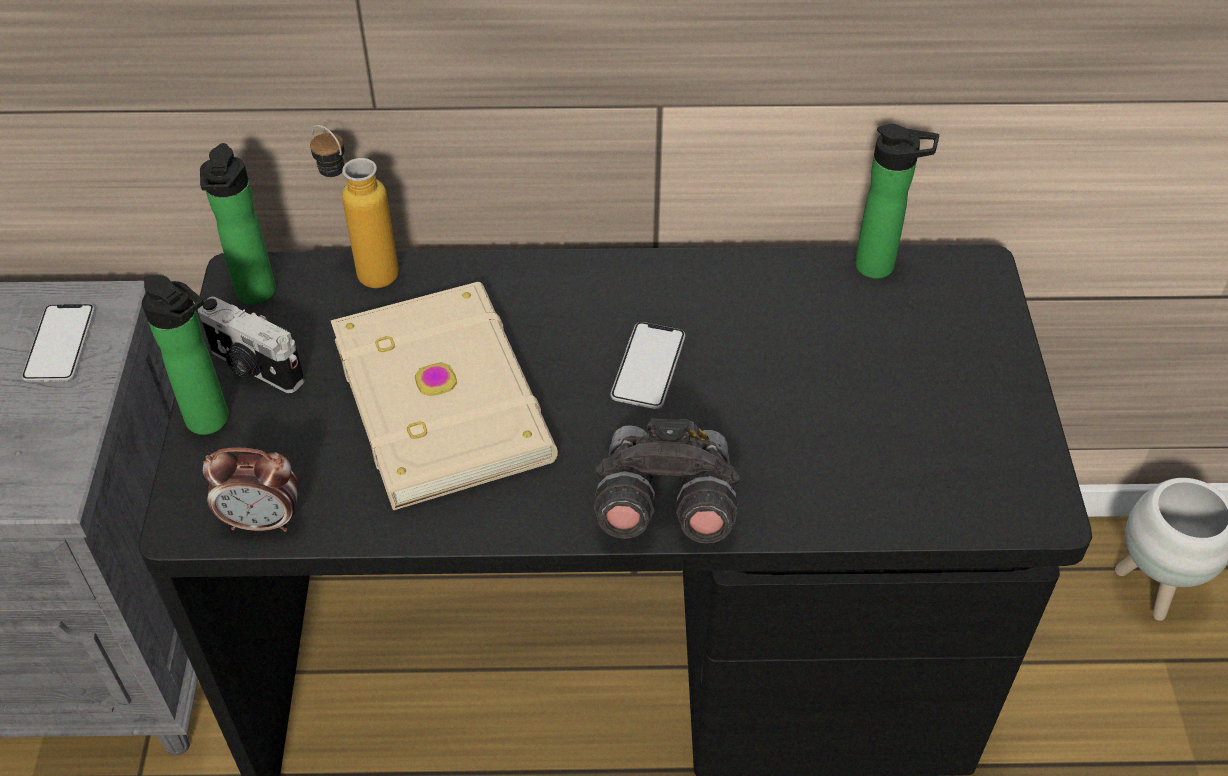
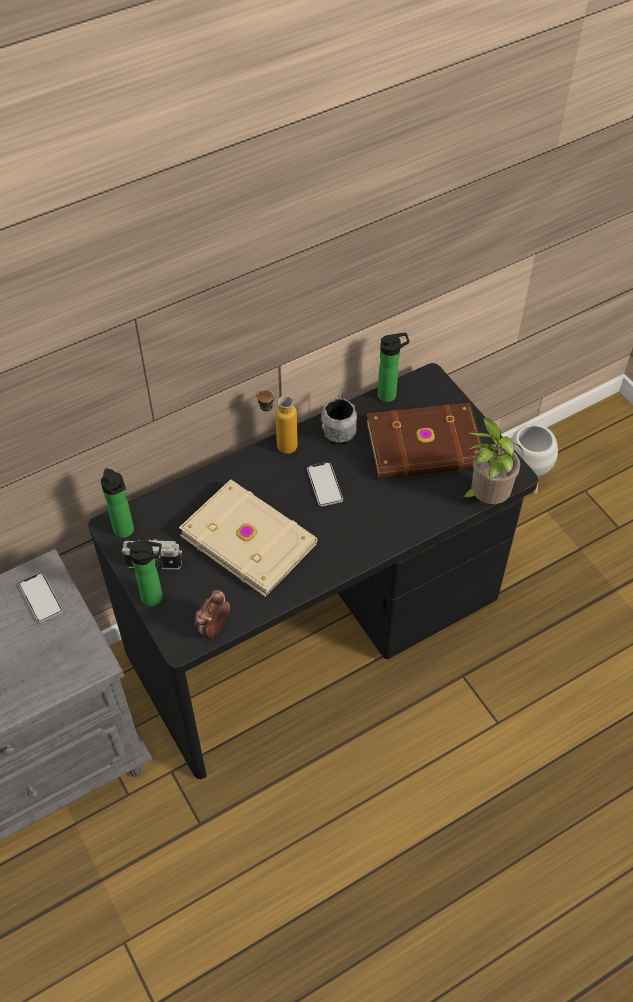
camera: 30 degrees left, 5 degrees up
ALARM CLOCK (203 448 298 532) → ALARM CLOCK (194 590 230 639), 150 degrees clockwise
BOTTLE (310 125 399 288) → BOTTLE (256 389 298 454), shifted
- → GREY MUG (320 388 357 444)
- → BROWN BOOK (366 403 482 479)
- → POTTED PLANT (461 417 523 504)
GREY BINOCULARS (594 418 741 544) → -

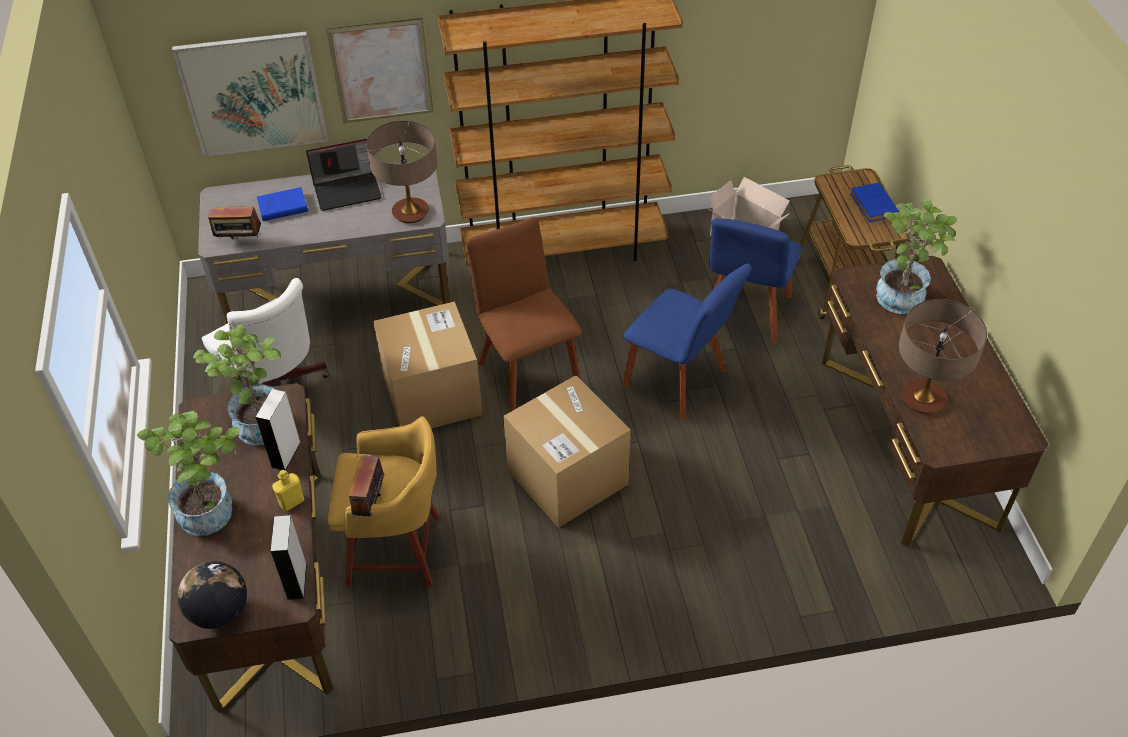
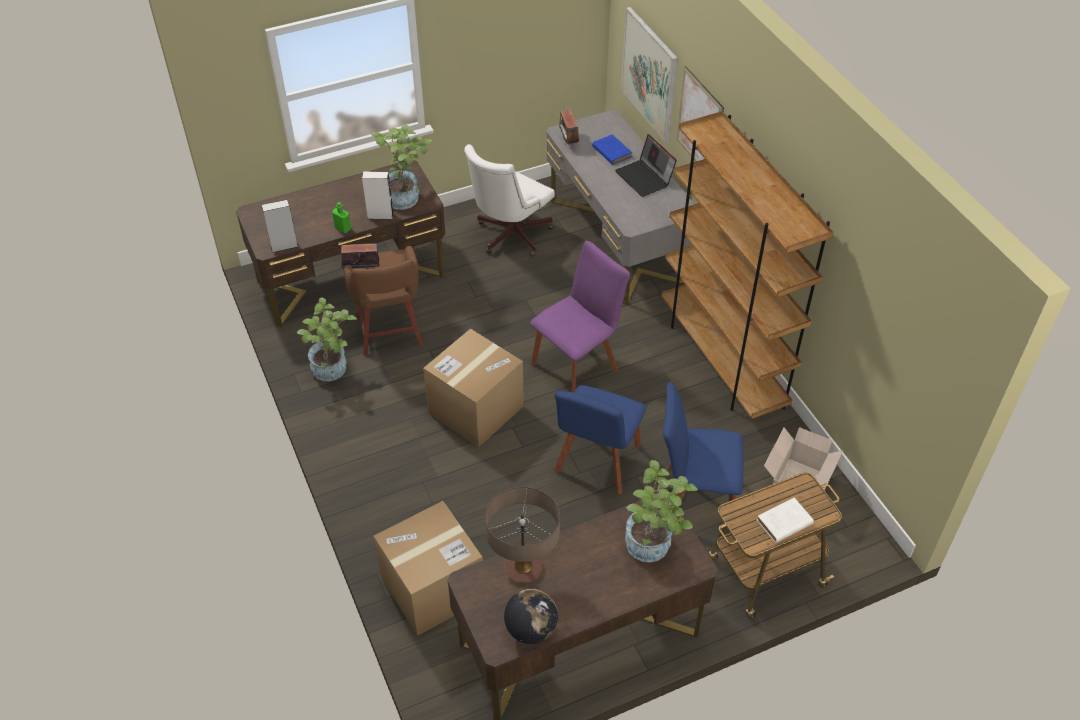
camera: 75 degrees right, 0 degrees up
POTTED PLANT (137 411 240 536) → POTTED PLANT (297 298 357 381), shifted
YELLOW BOTTLE (272 470 304 511) → GREEN BOTTLE (332 202 351 233)
YELLOW STOOL (328 416 440 587) → BROWN STOOL (343 245 423 356)
CARDBOARD BOX (373 301 483 428) → CARDBOARD BOX (374 501 483 636), shifted
GLOBE (178 561 247 629) → GLOBE (504 589 558 644), shifted
BROWN CHAIR (466 217 582 411) → PURPLE CHAIR (530 241 630 392)
BLUE BOOK (850 183 900 222) → WHITE BOOK (757 498 814 543)
TABLE LAMP (366 120 437 223) → -

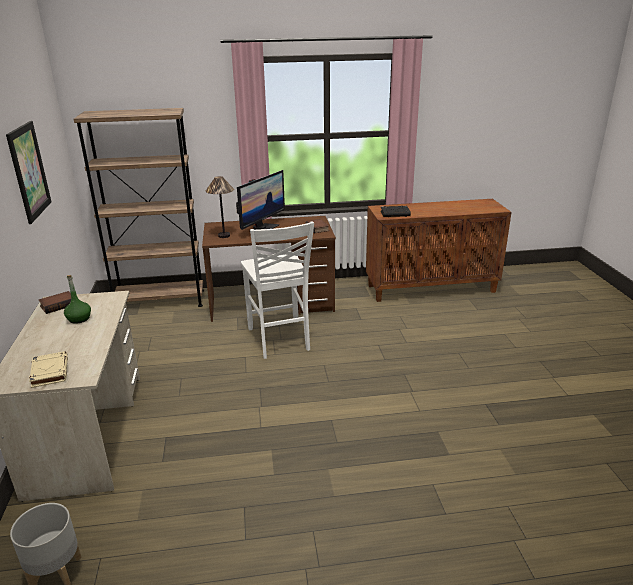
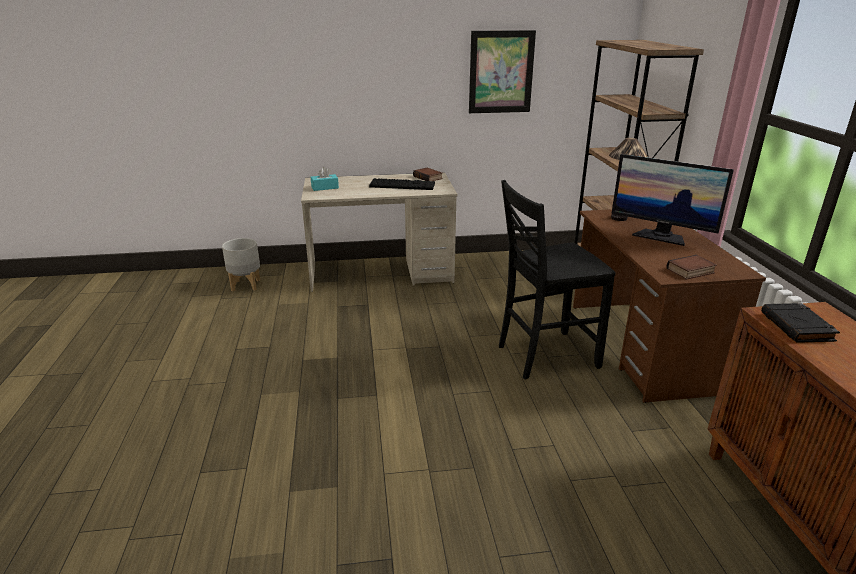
camera: 90 degrees right, 0 degrees up
BEIGE BOOK (29 351 68 388) → TURQUOISE TISSUE BOX (311 167 339 191)
GREEN BOTTLE (64 275 91 324) → KEYBOARD (369 178 435 190)
WHITE CHAIR (241 221 314 359) → BLACK CHAIR (499 180 616 380)

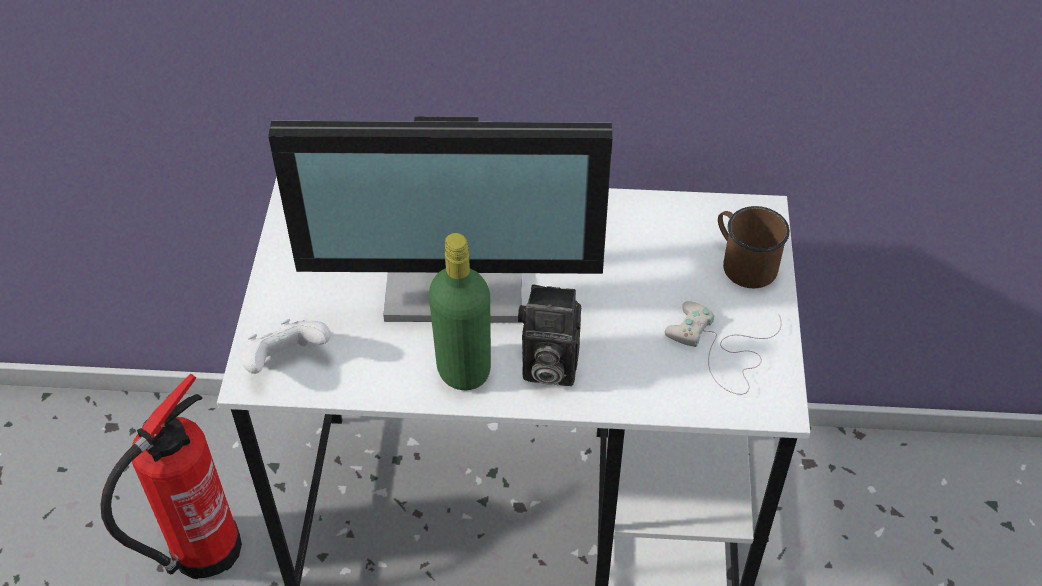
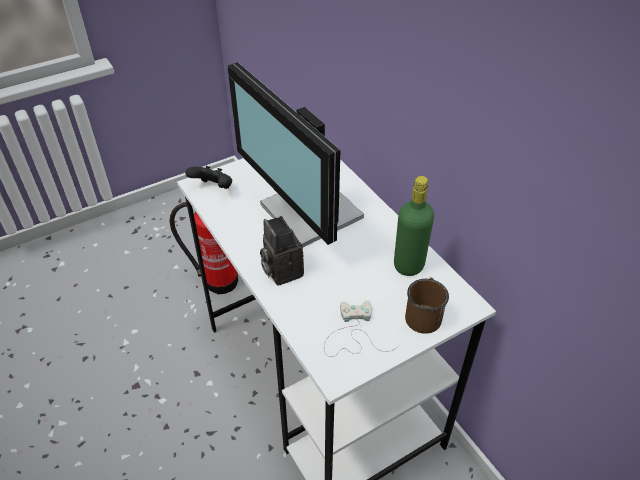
camera: 55 degrees right, 5 degrees down
WHITE GAME CONTROLLER (241 319 331 374) → BLACK GAME CONTROLLER (185 166 232 189)
GREEN BOTTLE (429 233 491 390) → GREEN BOTTLE (394 176 434 276), shifted

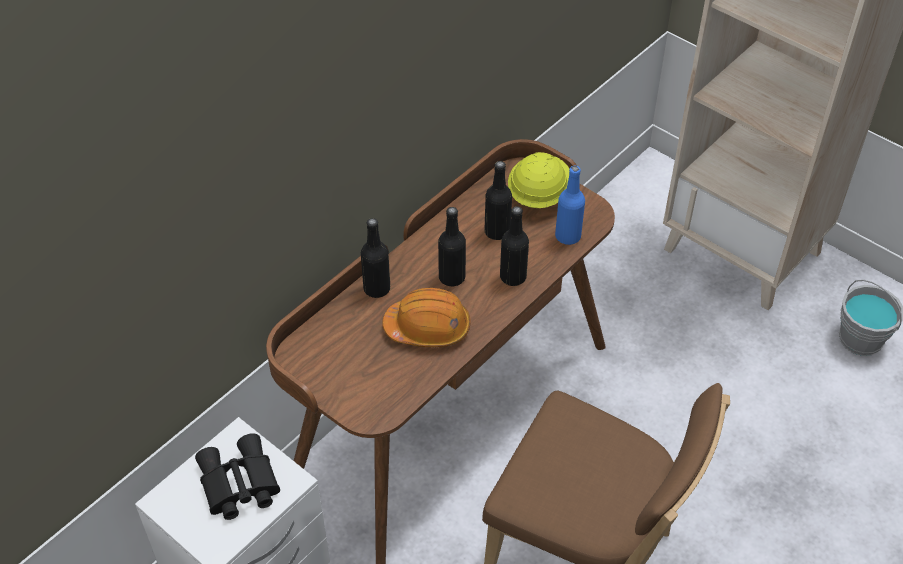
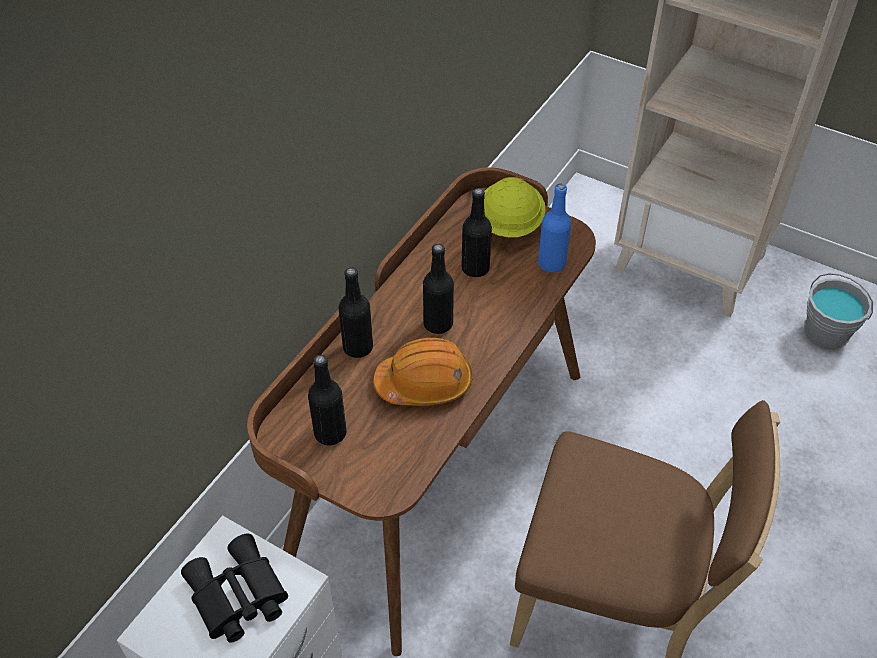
camera: 10 degrees left, 0 degrees up
BLACK BOTTLE (500 206 529 286) → BLACK BOTTLE (308 355 347 445), shifted

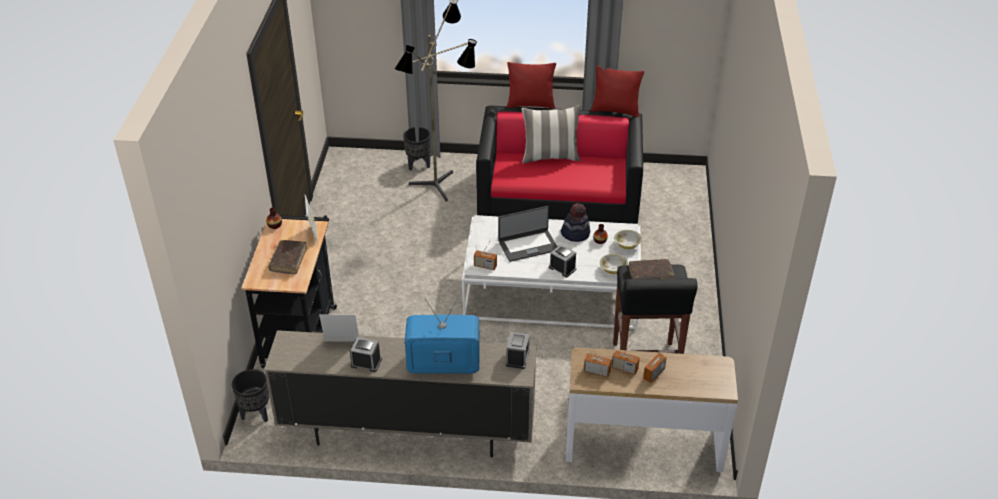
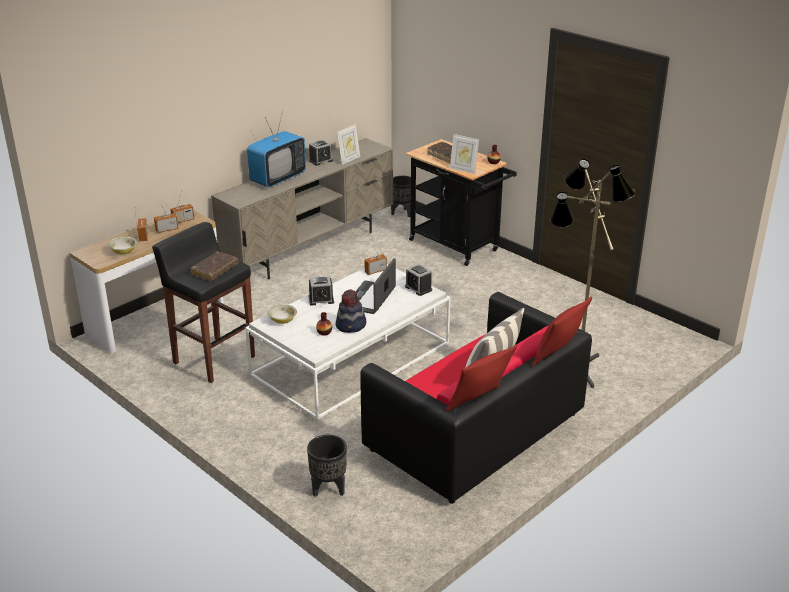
camera: 130 degrees right, 10 degrees down
BOWL (614 230 642 249) → BOWL (108 237 137 254), shifted
BLACK PLANTER (403 127 431 171) → BLACK PLANTER (307 435 347 497), shifted
ALARM CLOCK (506 332 530 369) → ALARM CLOCK (405 264 432 296), shifted

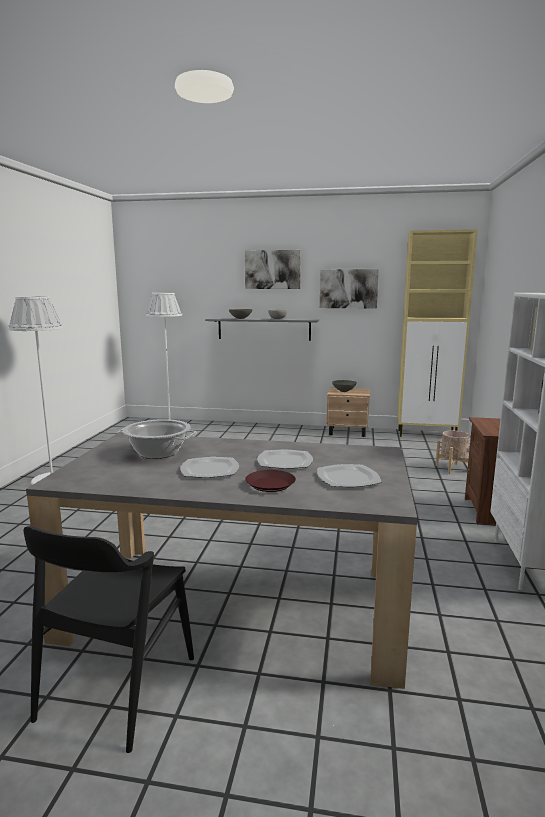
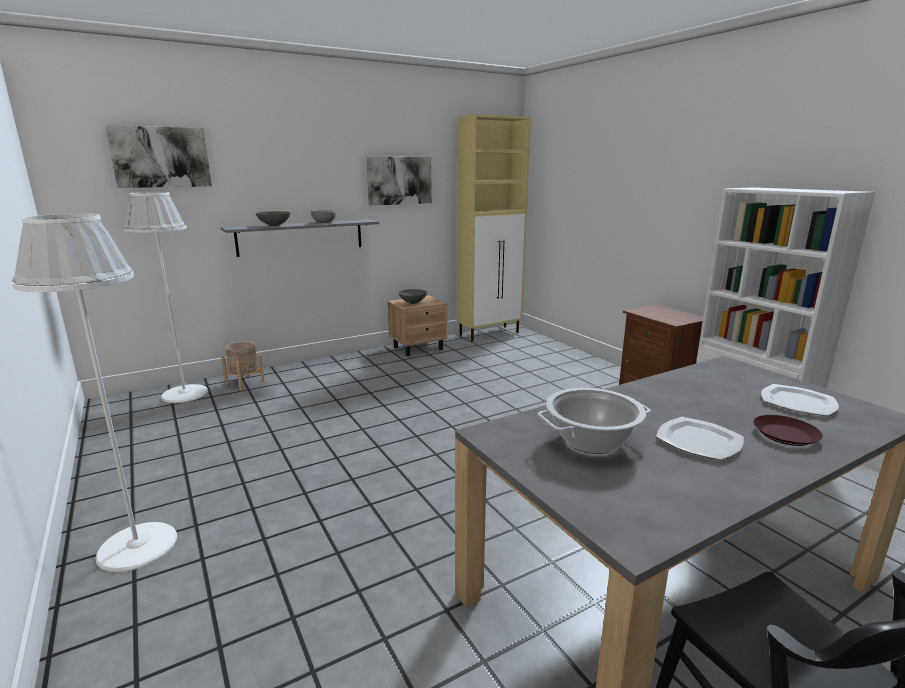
camera: 40 degrees left, 5 degrees up
PICTURE (245 250 301 289) → PICTURE (105 125 212 188), shifted
BEIGE PLANTER (435 431 470 474) → BEIGE PLANTER (221 341 265 391), shifted
PLATE (257 450 313 469) → -

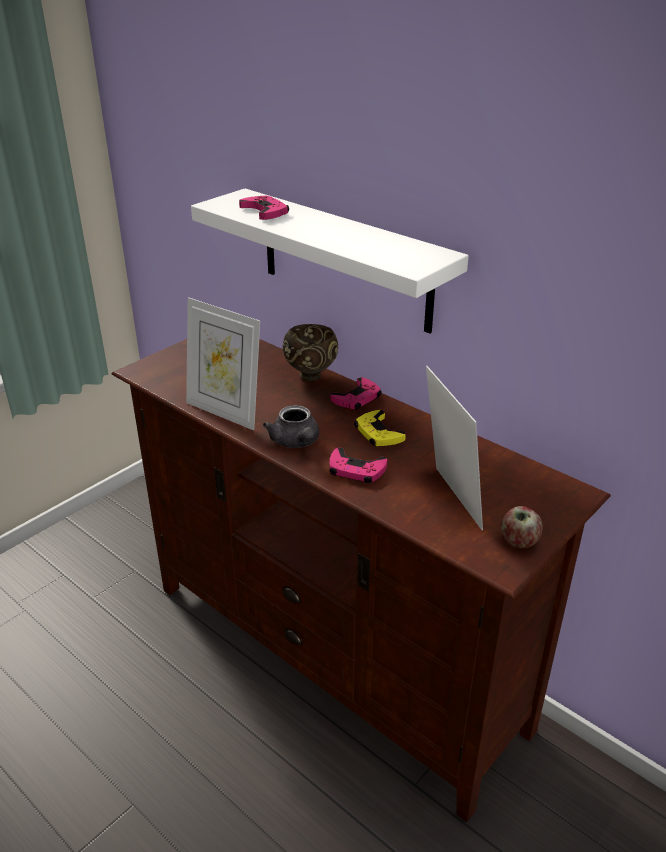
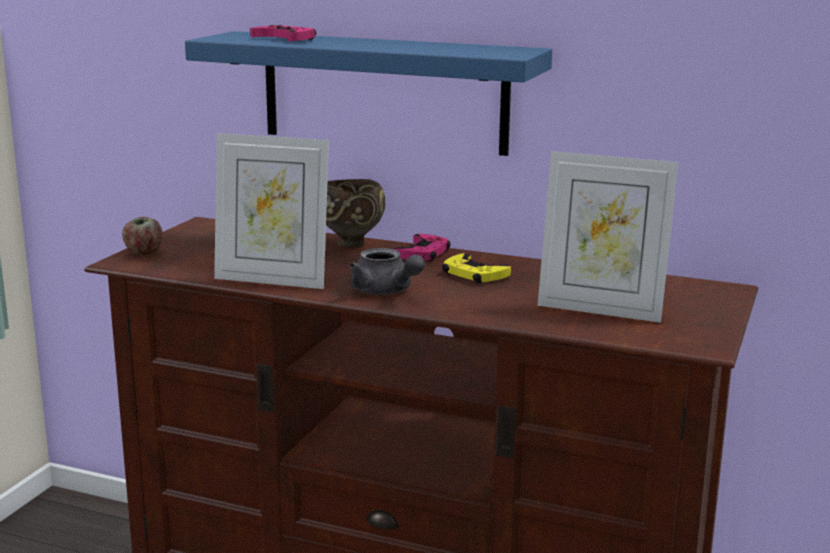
camera: 20 degrees left, 15 degrees down
APPLE (501 506 543 548) → APPLE (122 217 163 255), shifted
WHITE SHELF (191 189 469 334) → BLUE SHELF (185 31 552 156)
PICTURE FRAME (426 366 483 530) → PICTURE FRAME (537 151 678 323), 150 degrees clockwise
PINK GAME CONTROLLER (329 447 387 483) → -

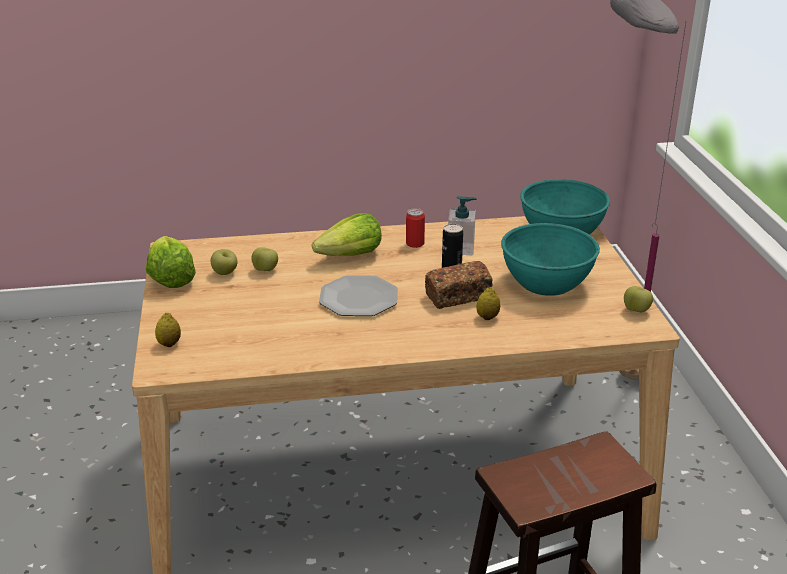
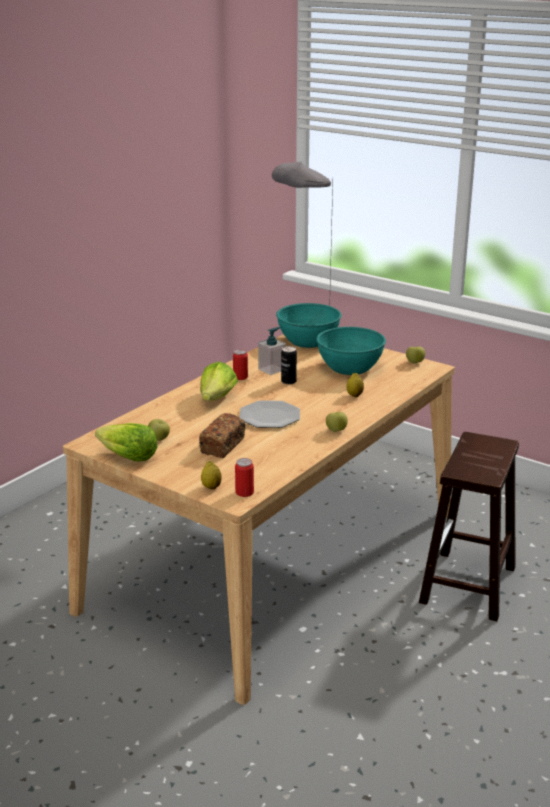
camera: 45 degrees left, 5 degrees down
BREAD (425 261 493 309) → BREAD (199 413 245 458), shifted
- → CAN (235 458 254 497)
APPLE (251 247 278 271) → APPLE (326 412 348 432), shifted

